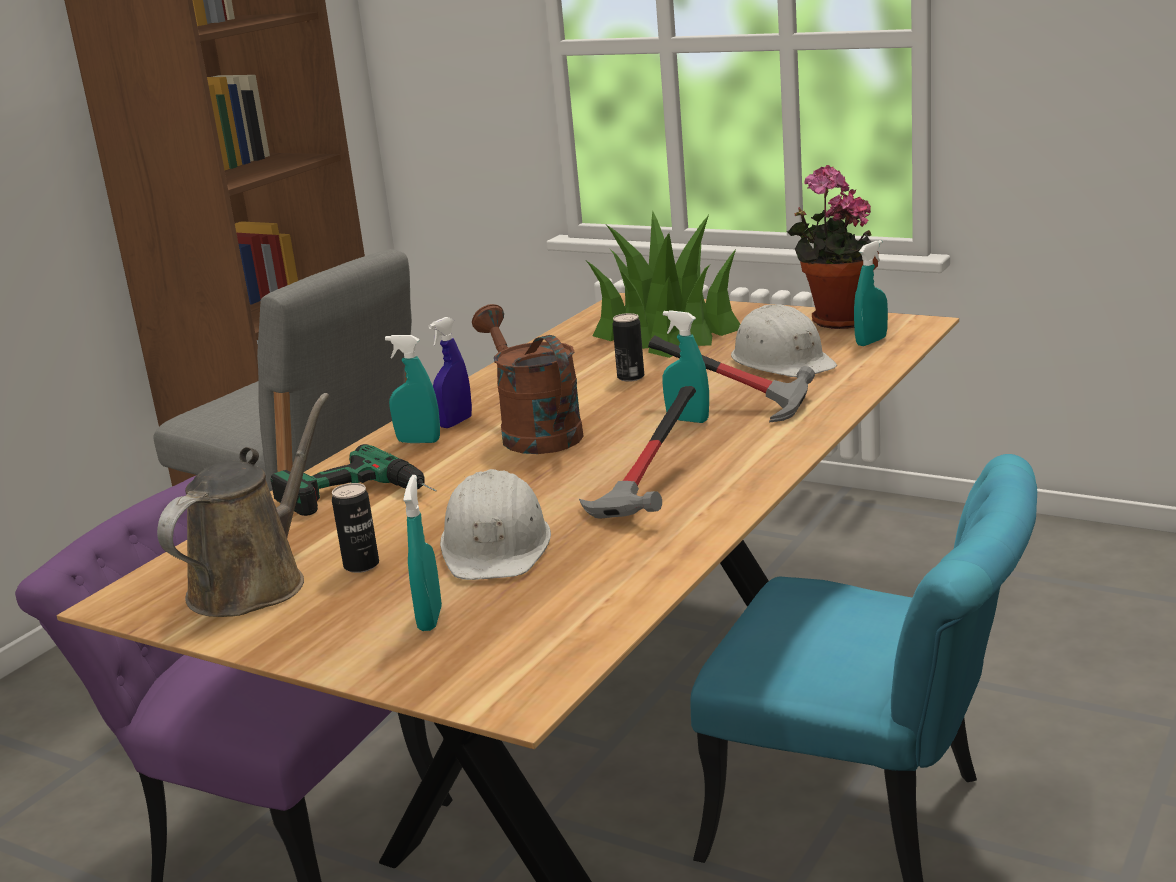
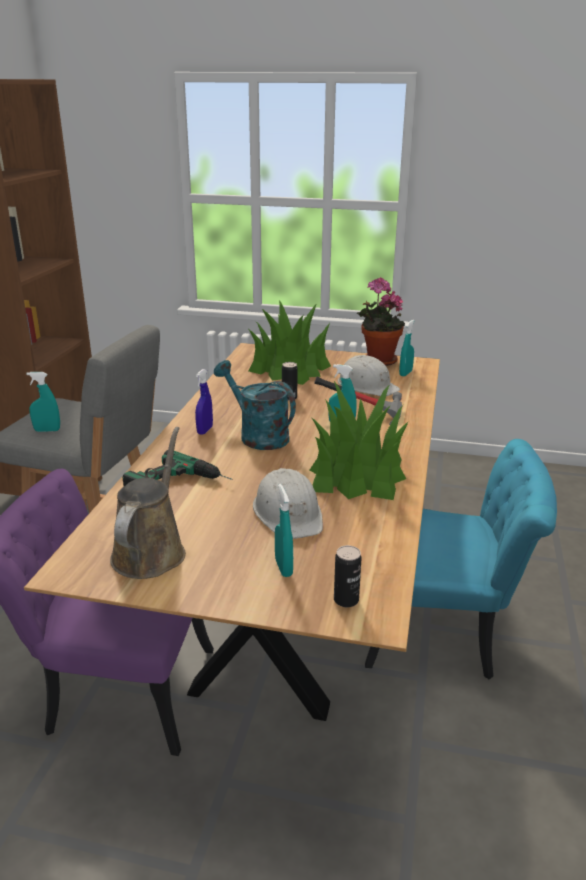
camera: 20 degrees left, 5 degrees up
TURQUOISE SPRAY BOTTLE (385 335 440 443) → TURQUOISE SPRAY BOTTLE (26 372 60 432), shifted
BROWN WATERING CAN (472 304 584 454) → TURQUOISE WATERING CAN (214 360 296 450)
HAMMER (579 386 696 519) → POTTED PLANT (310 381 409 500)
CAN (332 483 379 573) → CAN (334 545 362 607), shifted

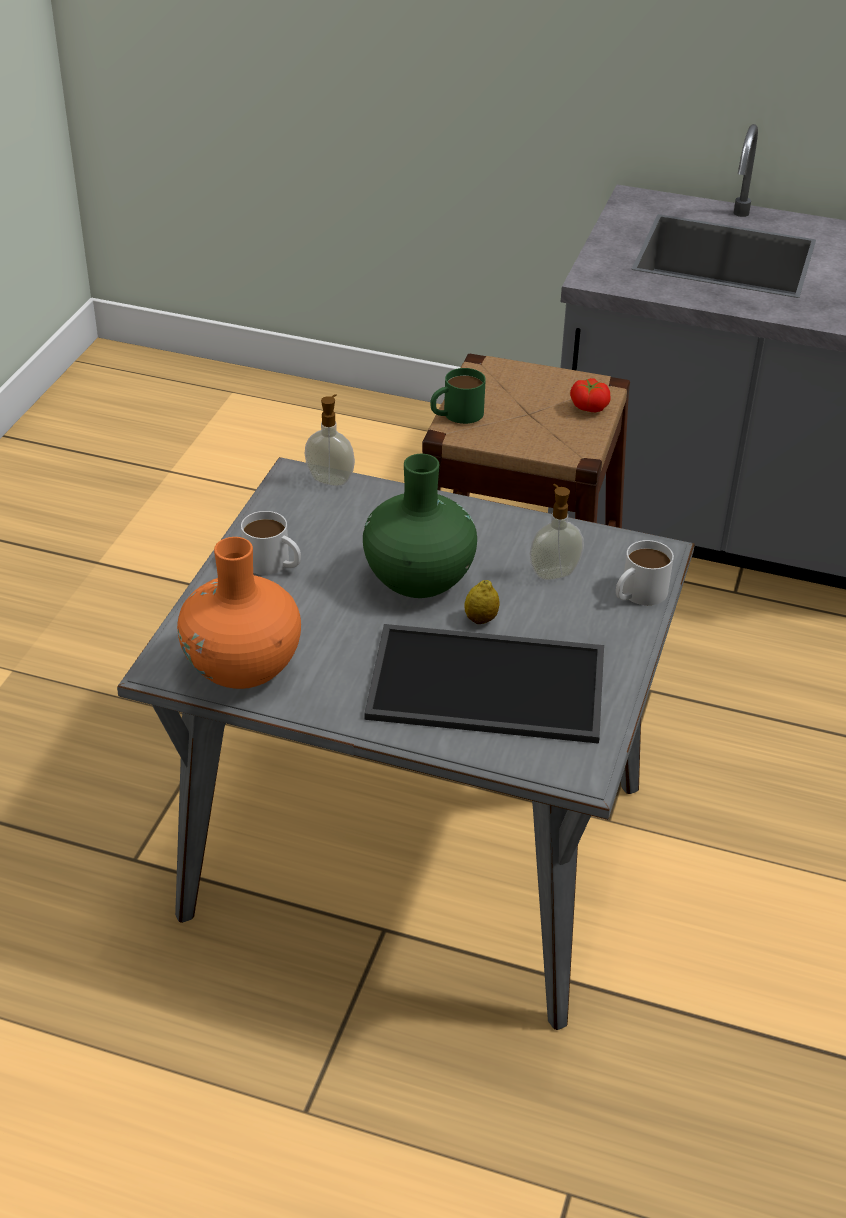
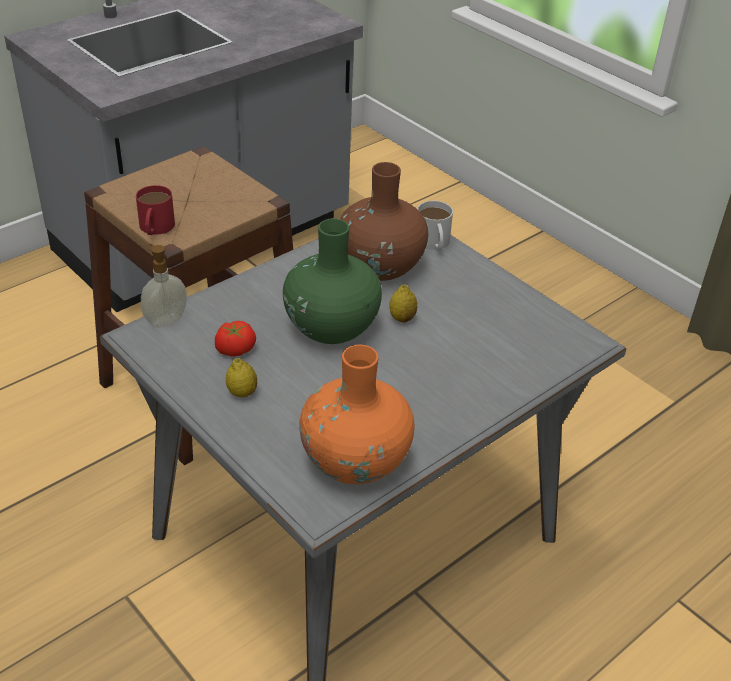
camera: 60 degrees left, 0 degrees up
GREEN MUG (430 368 486 424) → RED MUG (136 185 175 235)
TOMATO (570 378 611 412) → TOMATO (215 321 256 356), shifted
WHITE MUG (241 511 301 575) → LEMON (226 358 257 397)
SOAP DISPENSER (530 484 584 580) → BROWN VASE (340 162 428 281)
TRAY (364 624 604 744) → -

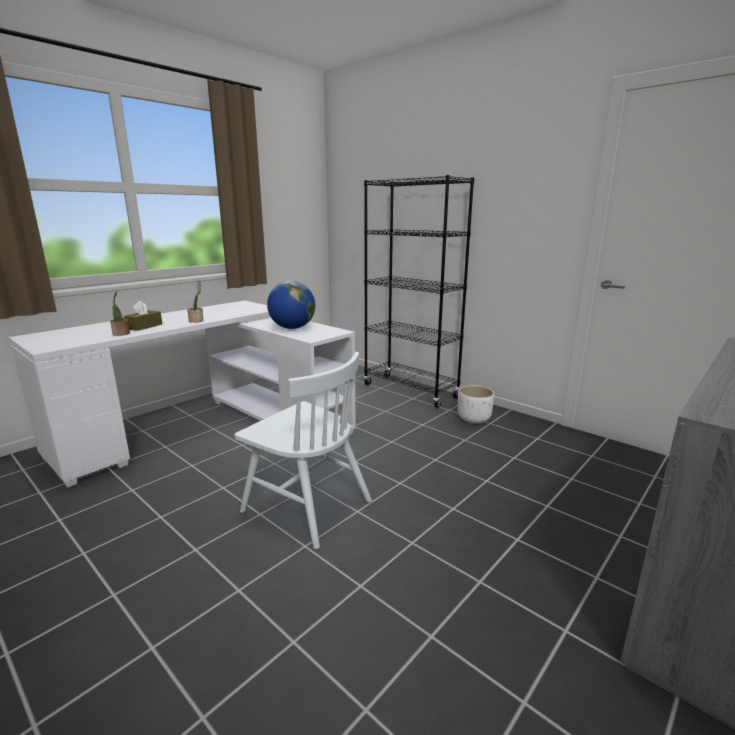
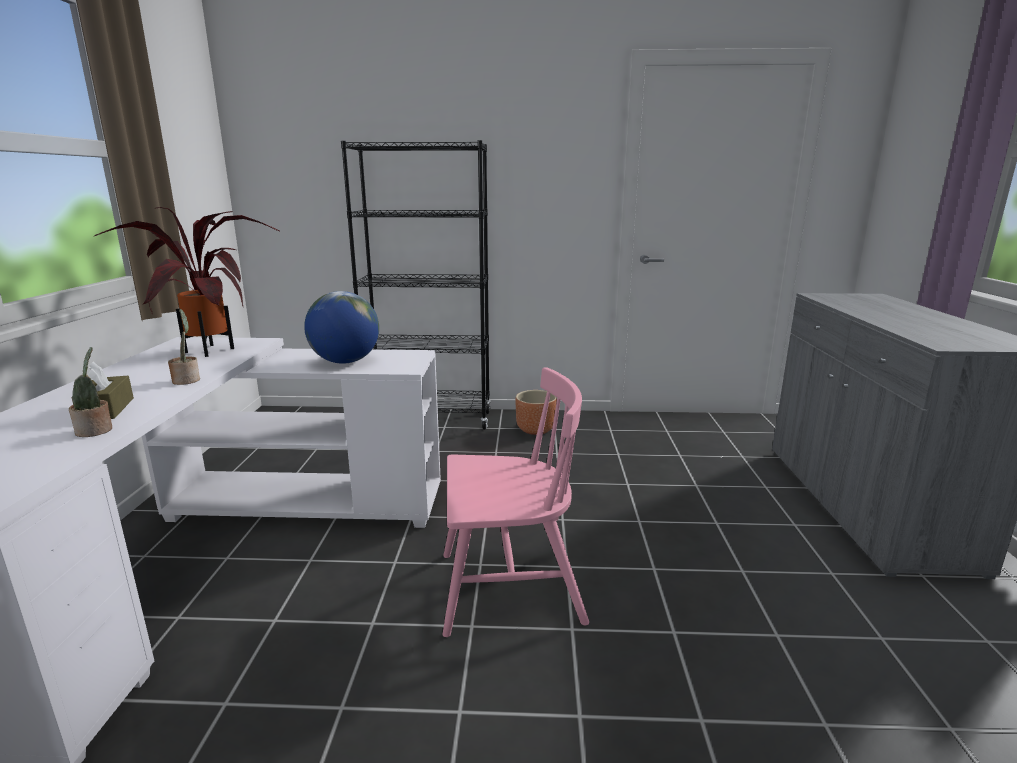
camera: 40 degrees left, 0 degrees up
- → POTTED PLANT (93 207 281 357)
WHITE CHAIR (234 352 372 549) → PINK CHAIR (443 367 589 637)
WHITE PLANTER (458 385 494 424) → BROWN PLANTER (515 390 557 435)

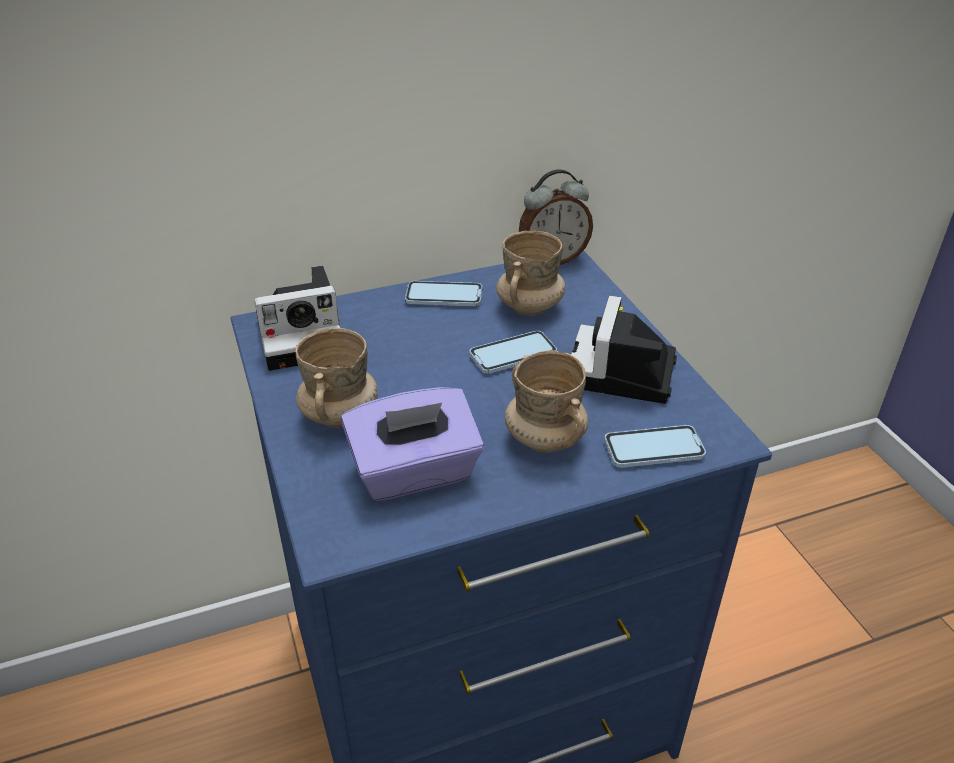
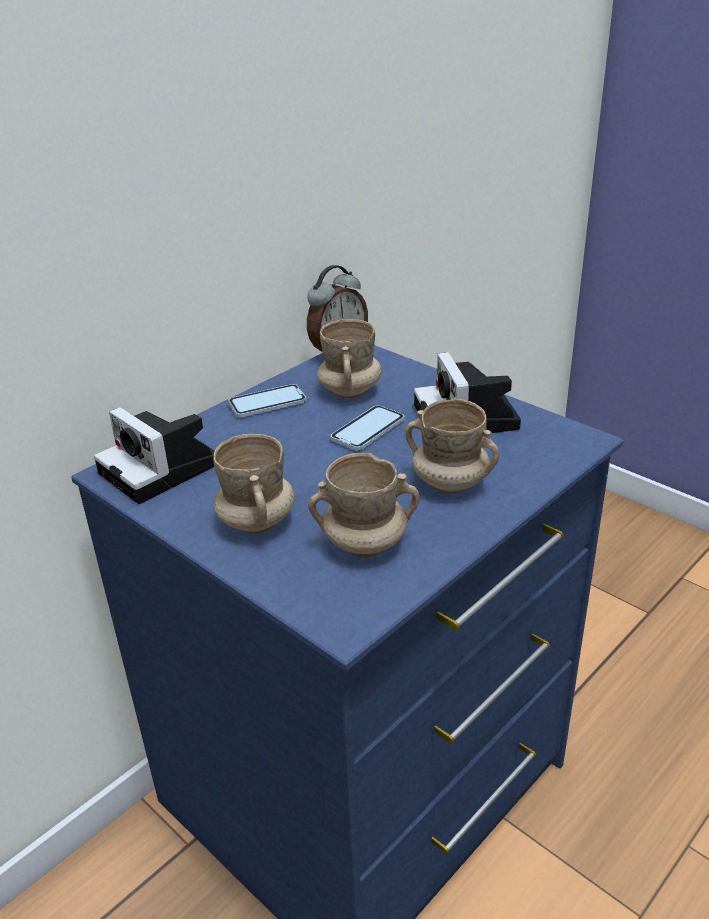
camera: 25 degrees left, 5 degrees down
PHOTO CAMERA (254 266 340 371) → PHOTO CAMERA (94 407 214 504), 90 degrees clockwise
PURPLE TISSUE BOX (341 387 484 501) → BEIGE MUG (308 453 420 557)
PHONE (604 425 706 468) → -

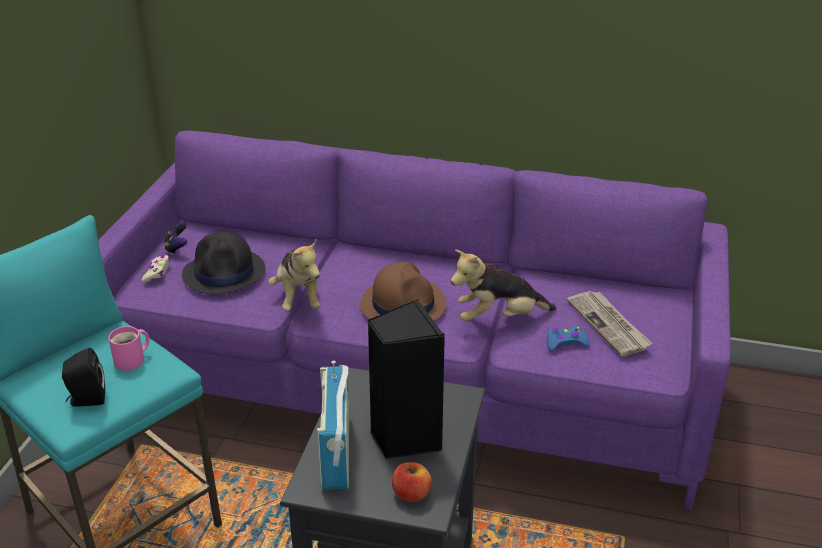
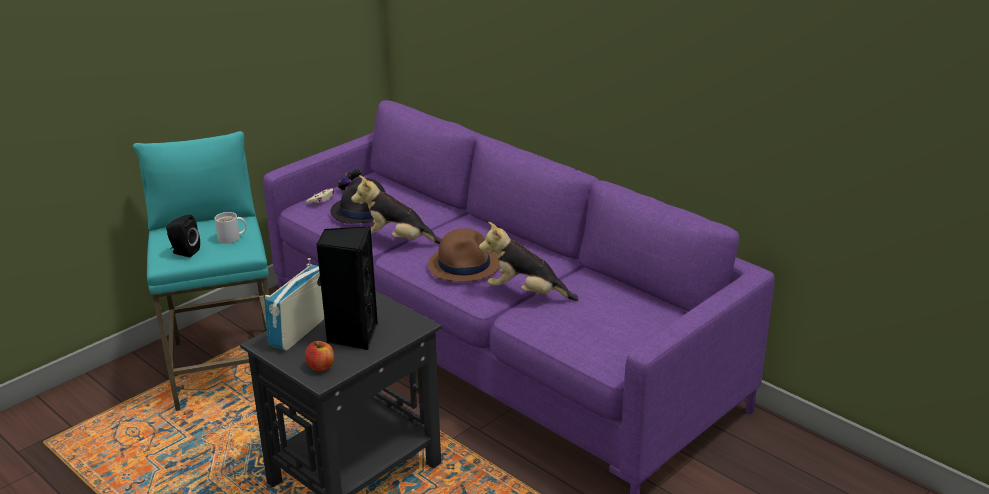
camera: 30 degrees right, 5 degrees down
PINK MUG (108 326 149 371) → WHITE MUG (215 212 247 244)
PLUSH TOY (268 239 320 311) → PLUSH TOY (351 175 442 244), 90 degrees clockwise
BLUE GAME CONTROLLER (547 325 590 351) → -
NEWSPAPER (567 291 653 357) → -

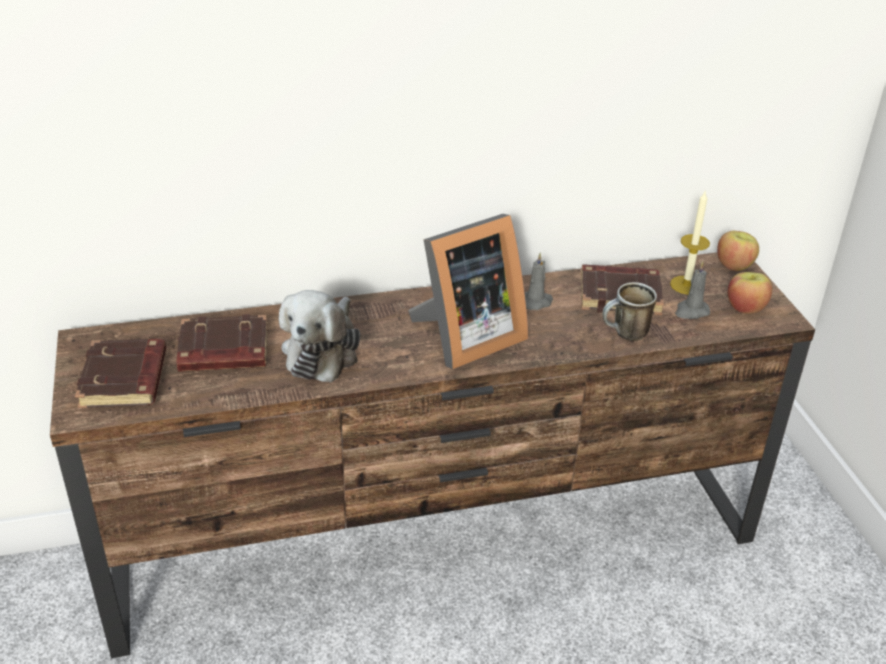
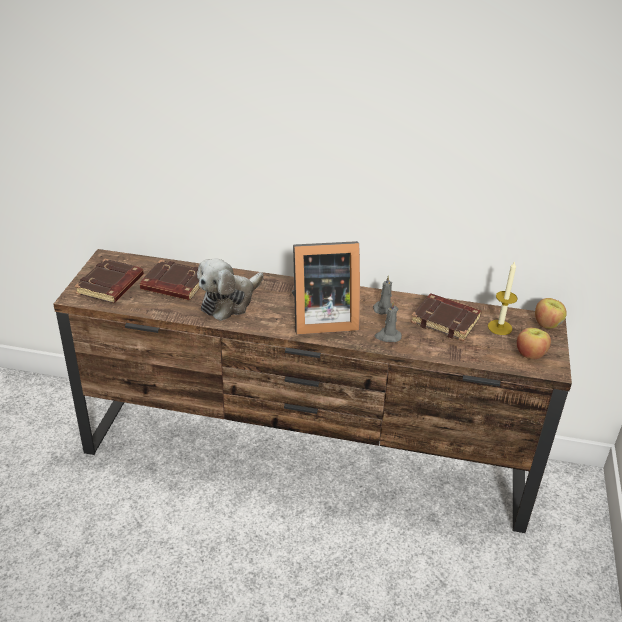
camera: 25 degrees right, 0 degrees up
GREY CANDLE (675 261 710 319) → GREY CANDLE (375 302 402 342), shifted
MUG (602 282 657 341) → -

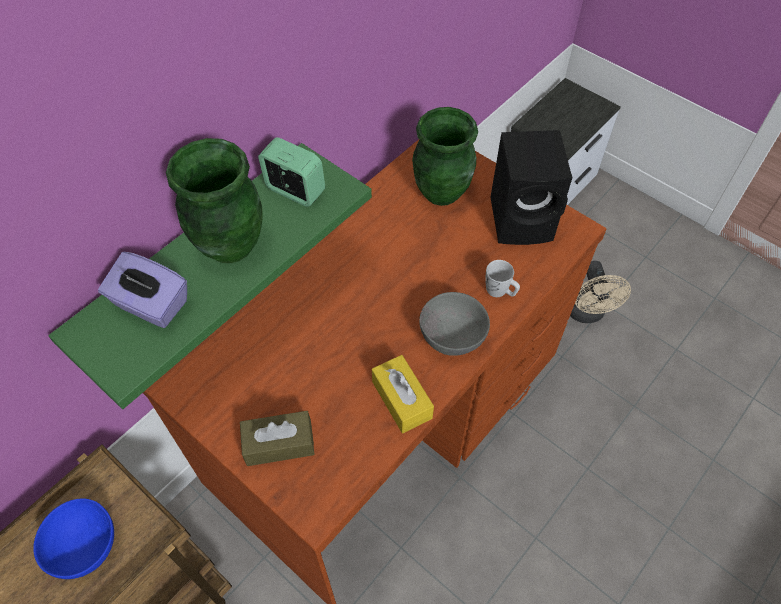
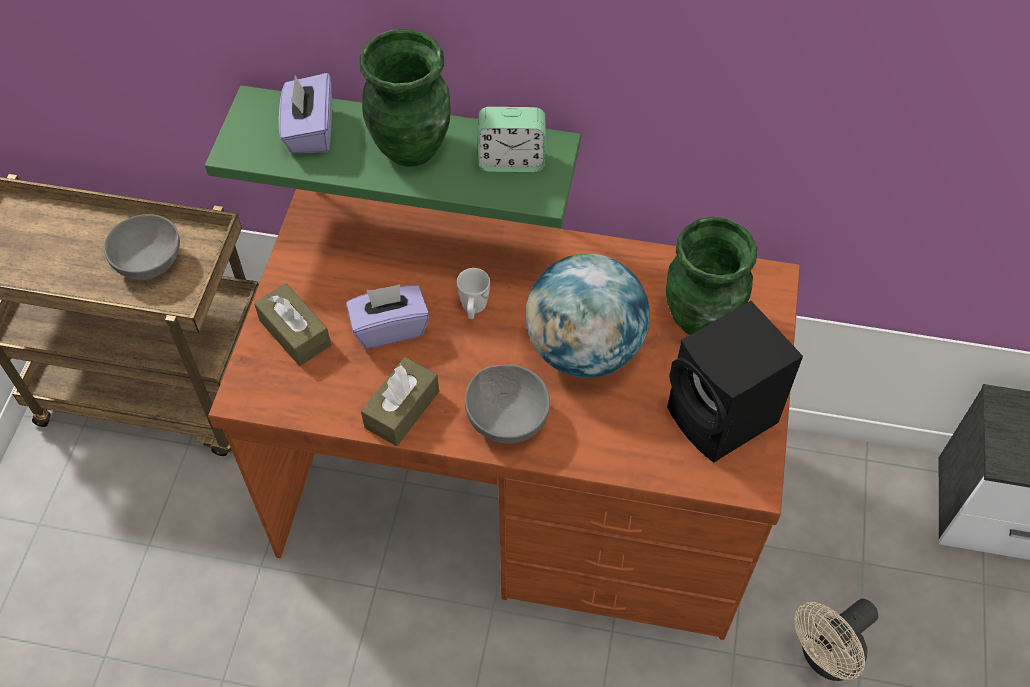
camera: 60 degrees right, 0 degrees up
BLUE BOWL (33 498 114 579) → GREY BOWL (104 214 180 280)
- → PURPLE TISSUE BOX (346 284 429 349)
YELLOW TISSUE BOX (372 355 434 433) → BROWN TISSUE BOX (361 357 439 446)
WHITE MUG (485 260 520 297) → WHITE MUG (457 268 490 319), shifted
ALARM CLOCK (258 137 325 207) → ALARM CLOCK (477 107 546 172), 90 degrees clockwise
- → GLOBE (525 253 650 378)

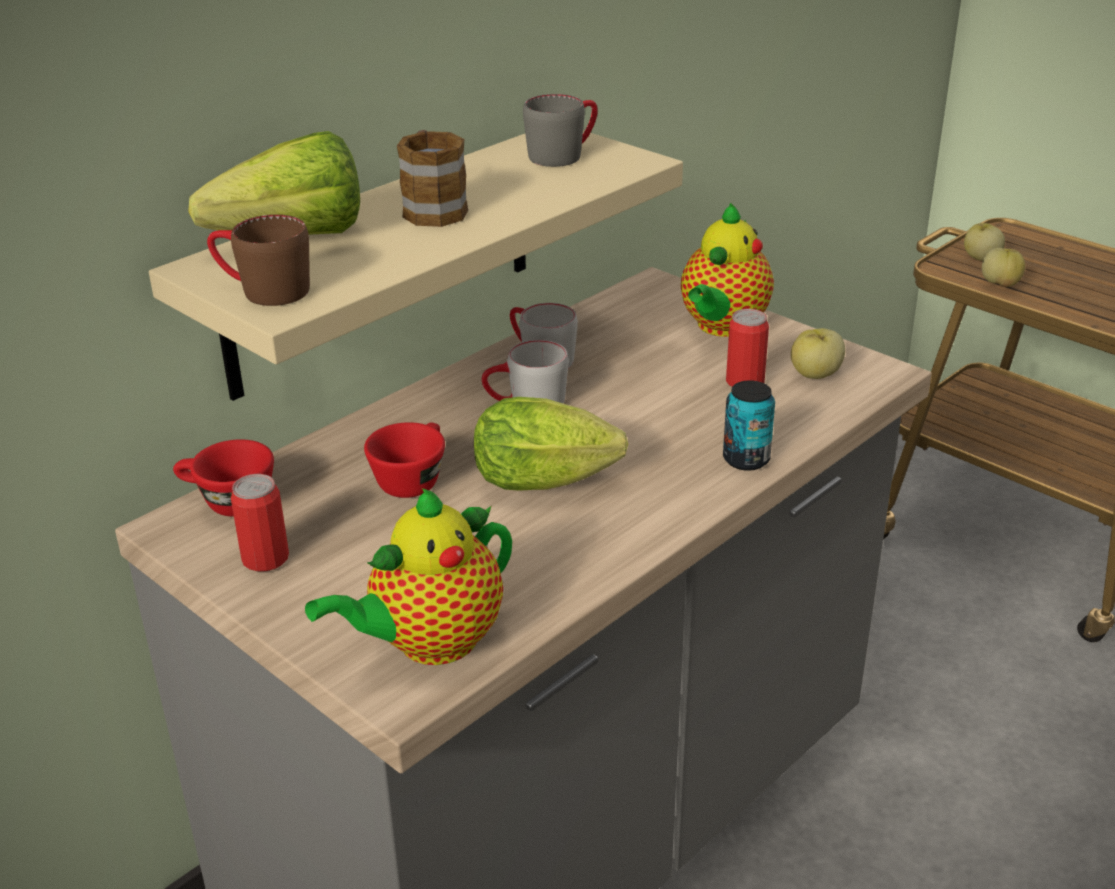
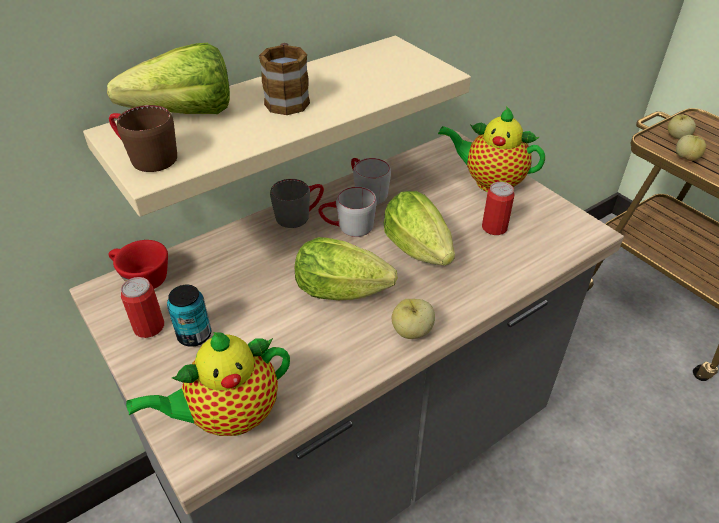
camera: 10 degrees right, 10 degrees up
CAN (723 380 775 471) → CAN (167 285 211 347), shifted
GREY MUG (523 94 598 167) → GREY MUG (270 179 324 228), shifted
- → LETTUCE (384 191 455 265)
APPLE (791 328 845 379) → APPLE (392 299 435 339), shifted
TEAPOT (681 203 774 337) → TEAPOT (438 106 545 192), 75 degrees clockwise
RED CUP (364 422 445 498) → -

